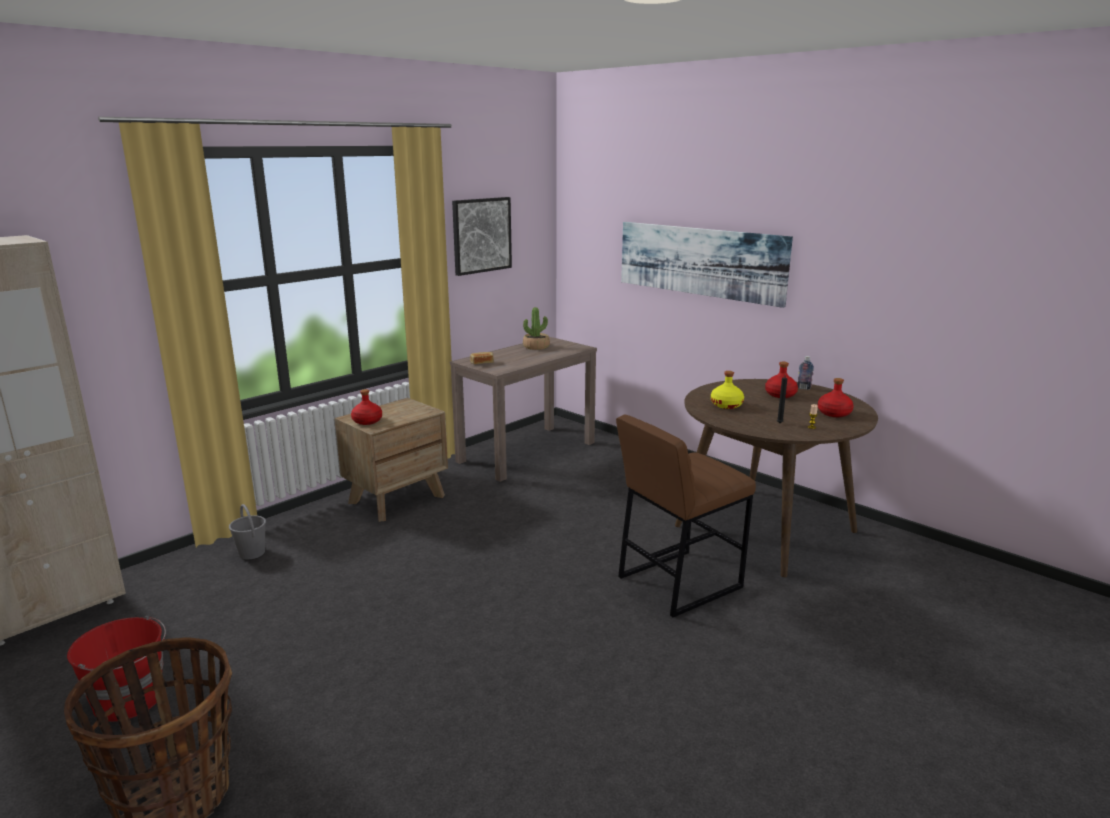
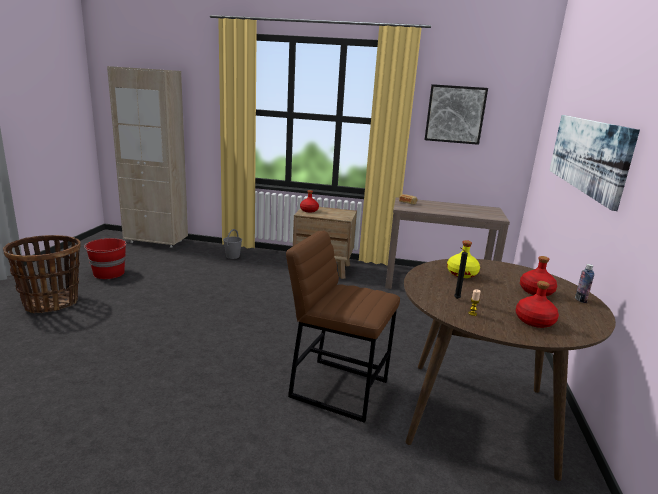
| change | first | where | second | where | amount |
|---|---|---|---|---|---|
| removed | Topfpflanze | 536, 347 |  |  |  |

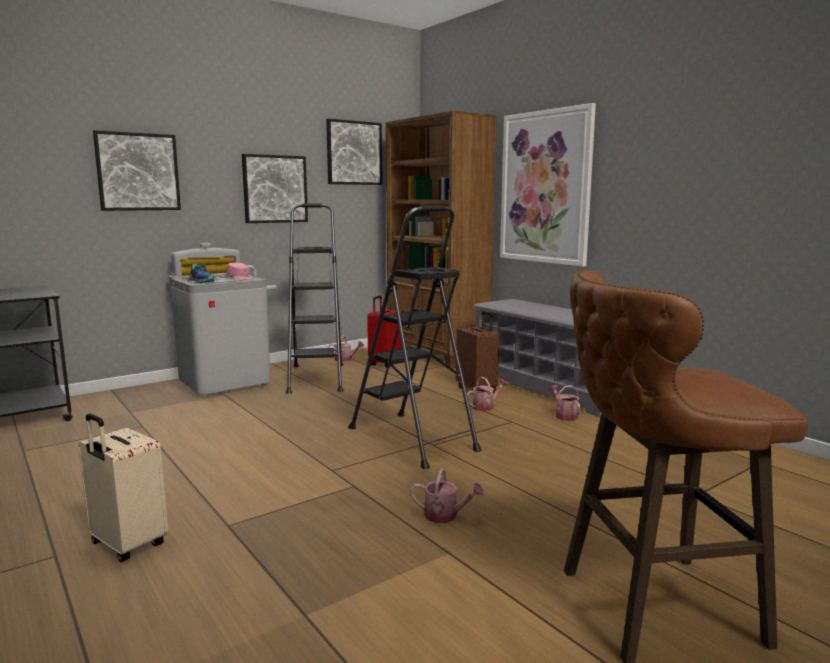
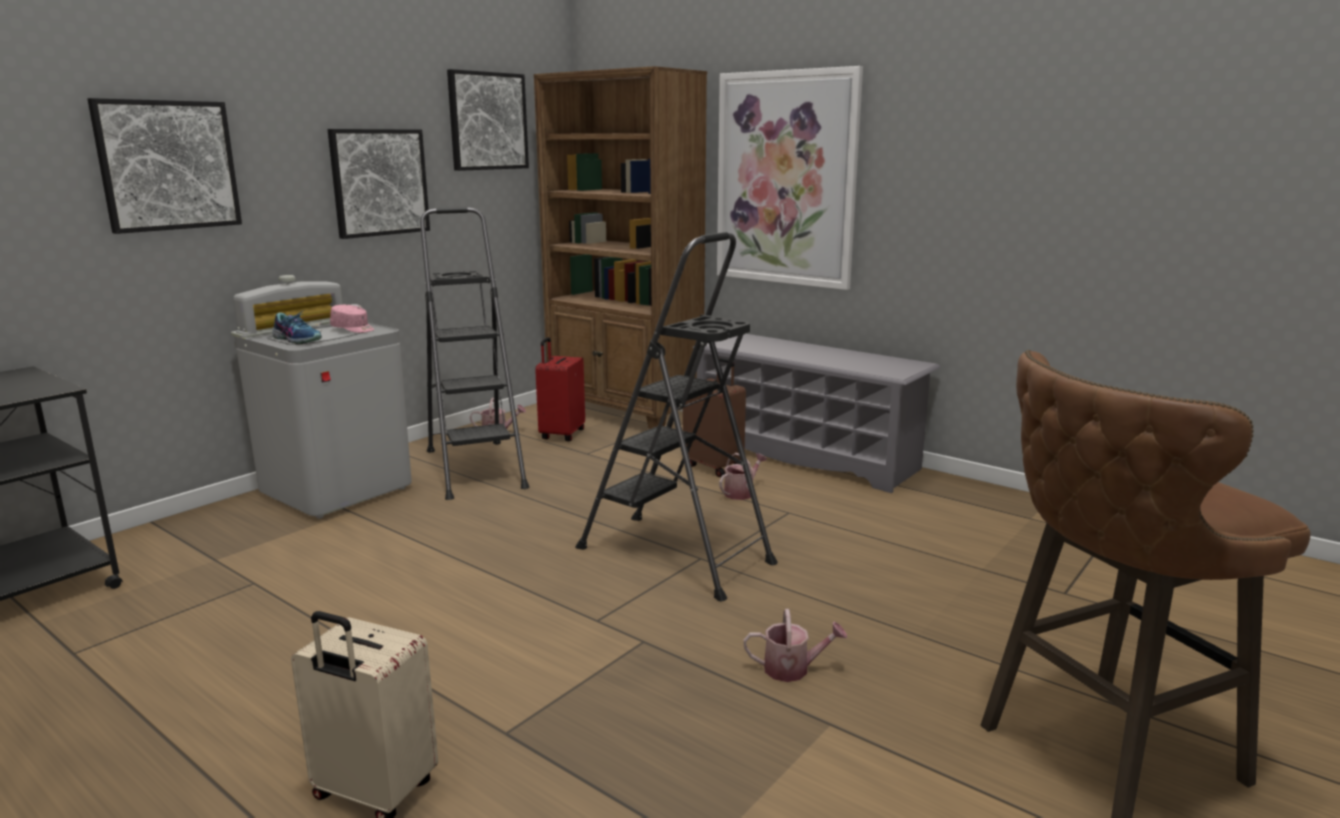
| change | first | where | second | where | amount |
|---|---|---|---|---|---|
| removed | Gießkanne | 564, 415 |  |  |  |

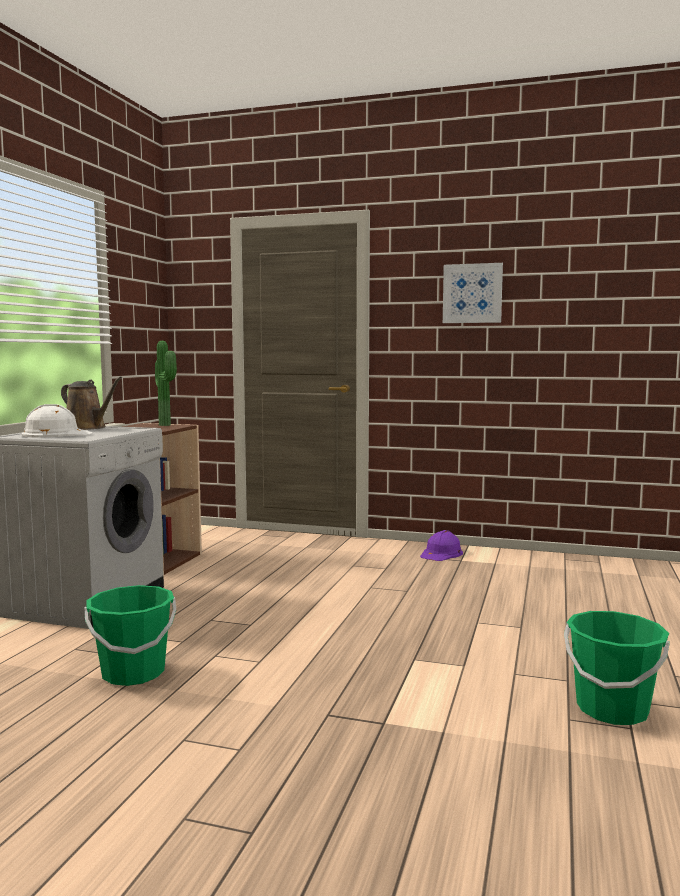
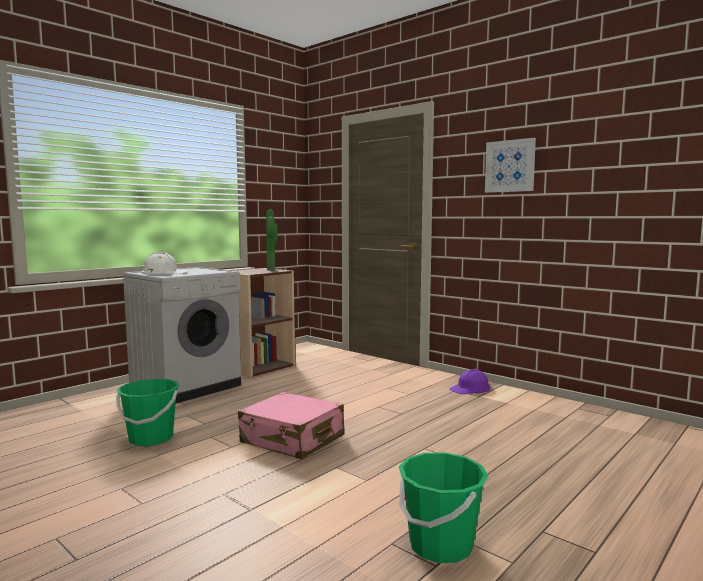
| change | first | where | second | where | amount |
|---|---|---|---|---|---|
| removed | Gießkanne [braun] | 87, 428 |  |  |  |
| added |  |  | Koffer [rosa] | 292, 439 |  |

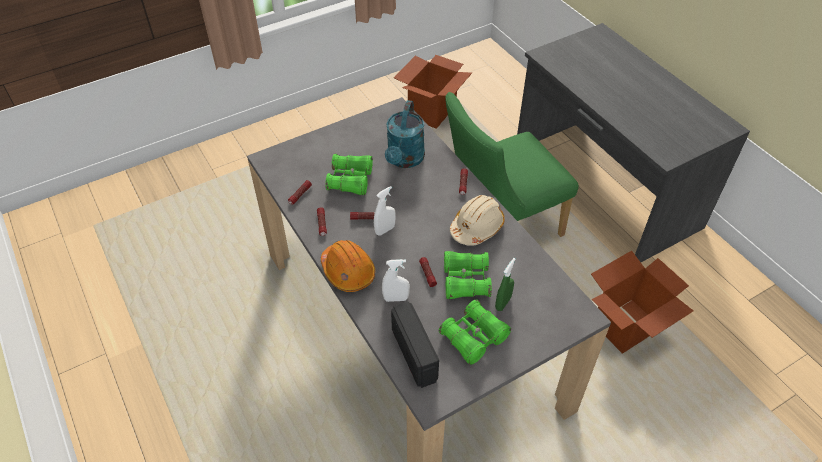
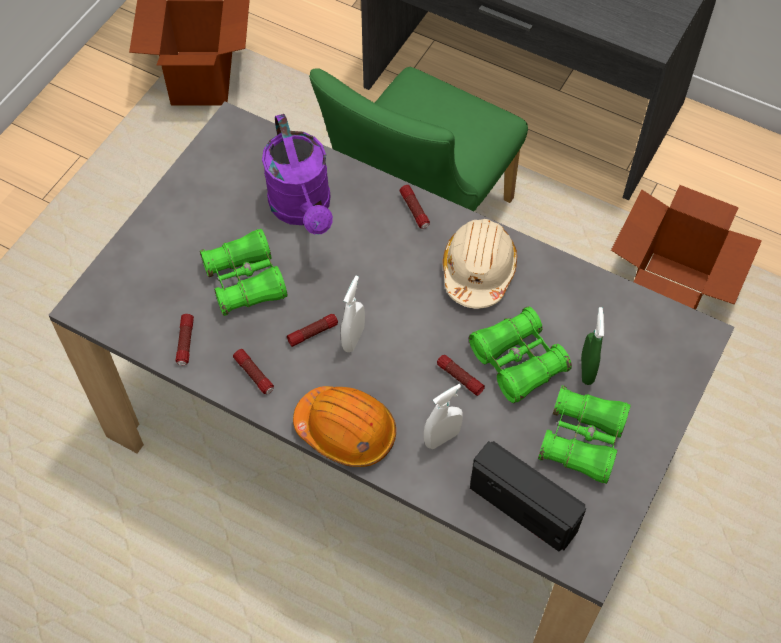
| change | first | where | second | where | amount |
|---|---|---|---|---|---|
| recoloured | Gießkanne [türkis] | 404, 160 | Gießkanne [lila] | 303, 209 |  |

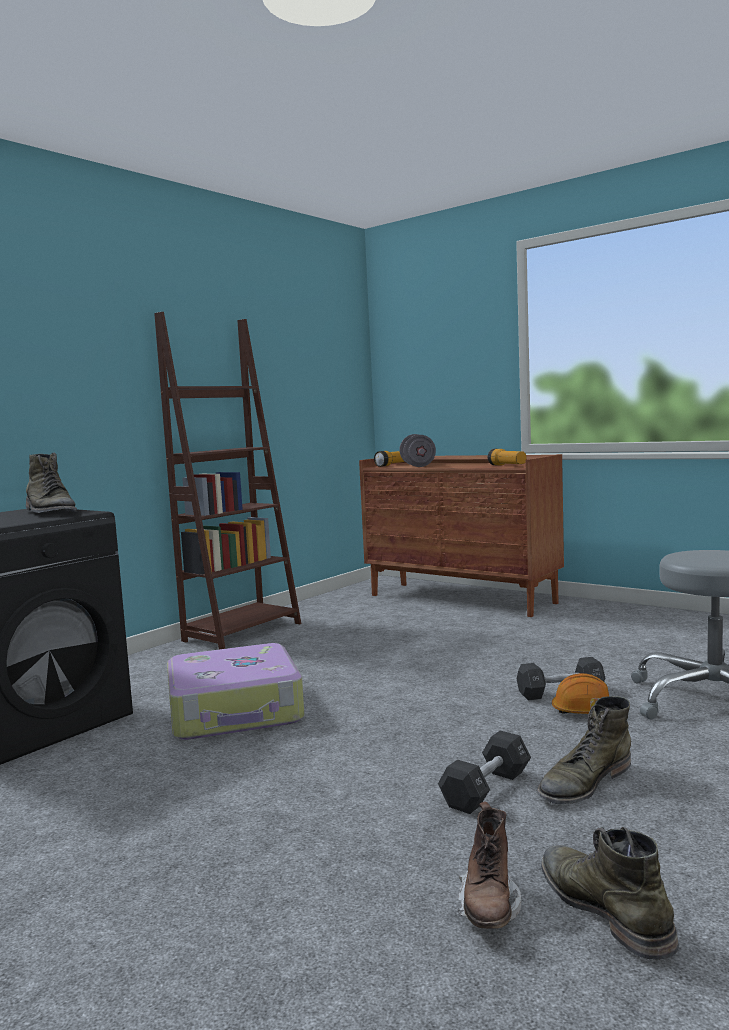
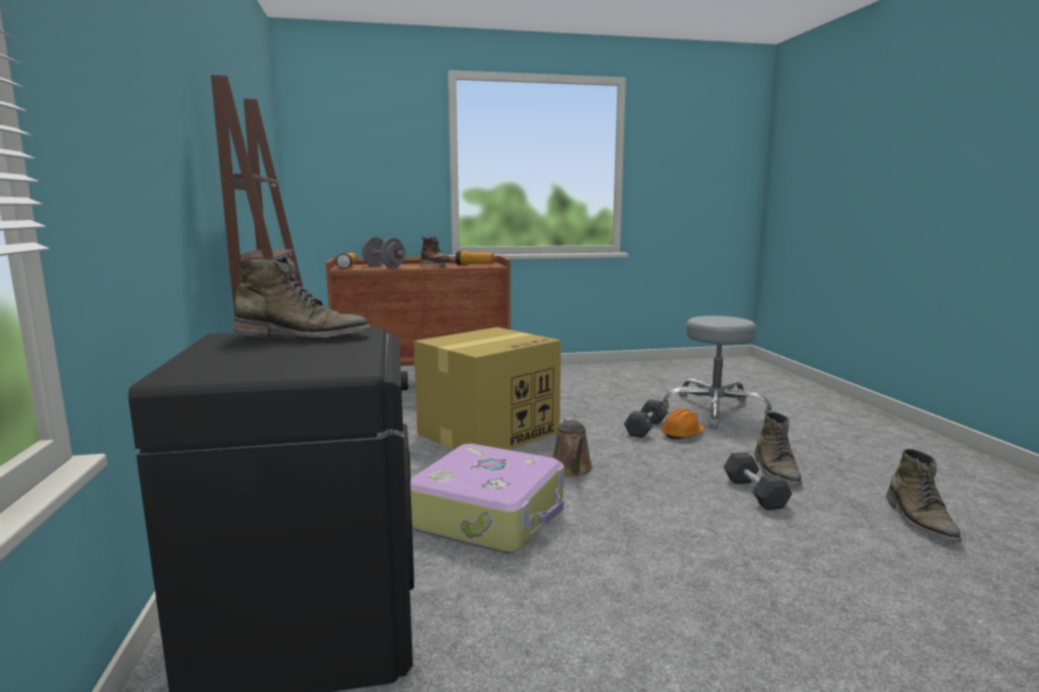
| change | first | where | second | where | amount |
|---|---|---|---|---|---|
| moved | Stiefel [braun] | 489, 908 |  | 435, 266 |  |
| turned | Stiefel [grün] | 604, 909 |  | 920, 520 | 105 degrees counterclockwise |
| added |  |  | Karton | 489, 432 |  |
| added |  |  | Gießkanne [braun] | 572, 469 |  |

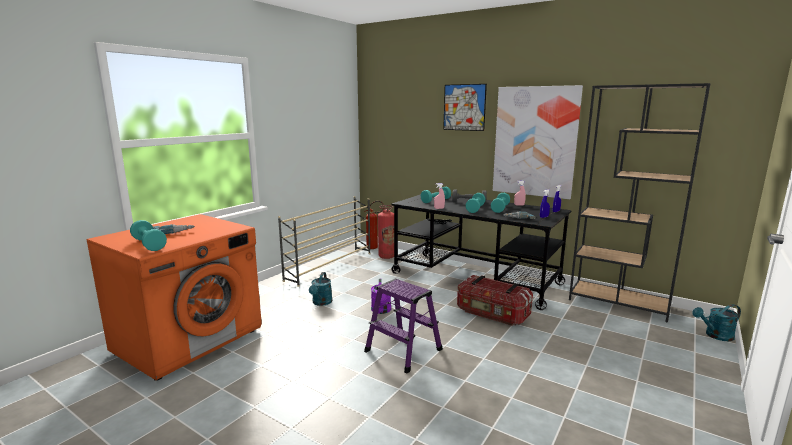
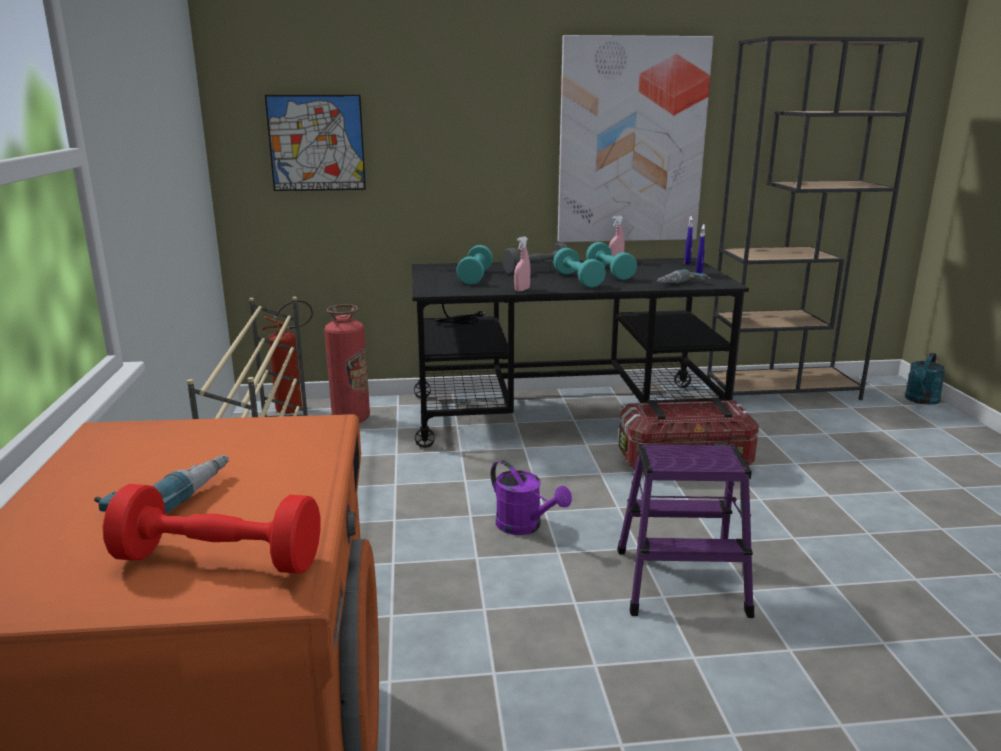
| change | first | where | second | where | amount |
|---|---|---|---|---|---|
| moved | Bild | 464, 107 |  | 316, 143 |  |
| recoloured | Hantel [türkis] | 149, 244 | Hantel [rot] | 219, 560 |  |
| removed | Gießkanne [türkis] | 321, 303 |  |  |  |

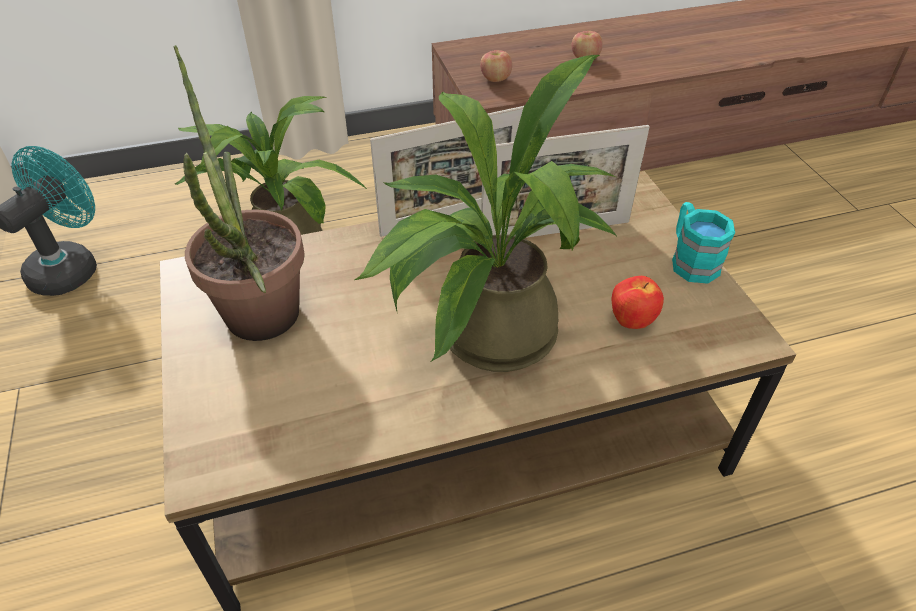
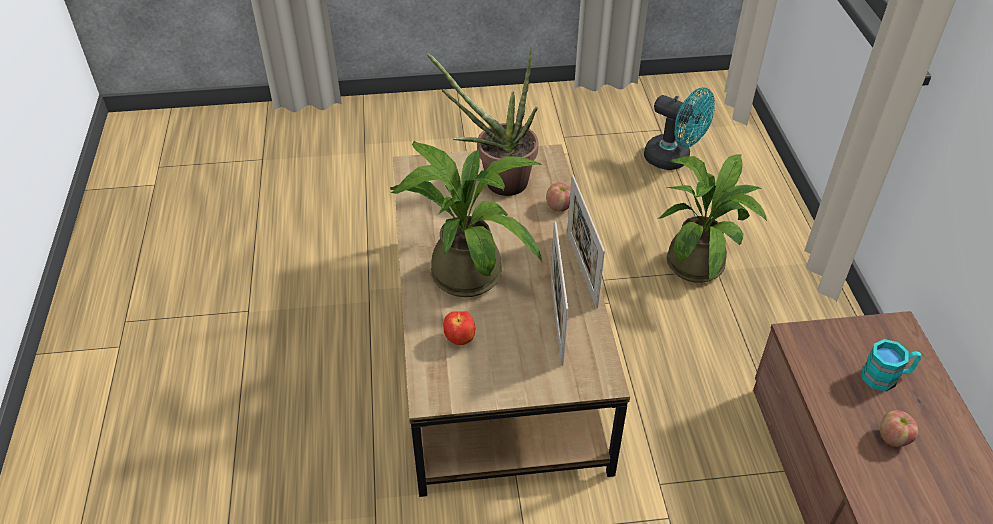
| change | first | where | second | where | amount |
|---|---|---|---|---|---|
| moved | Apfel | 495, 79 |  | 559, 206 |  |
| moved | Henkelbecher [türkis] | 690, 259 |  | 886, 376 |  |

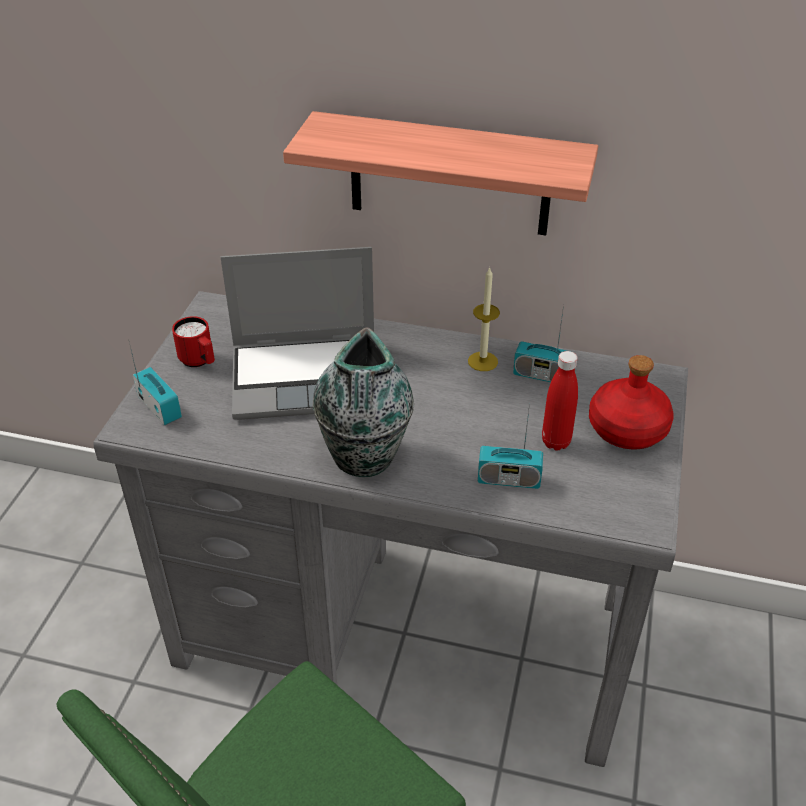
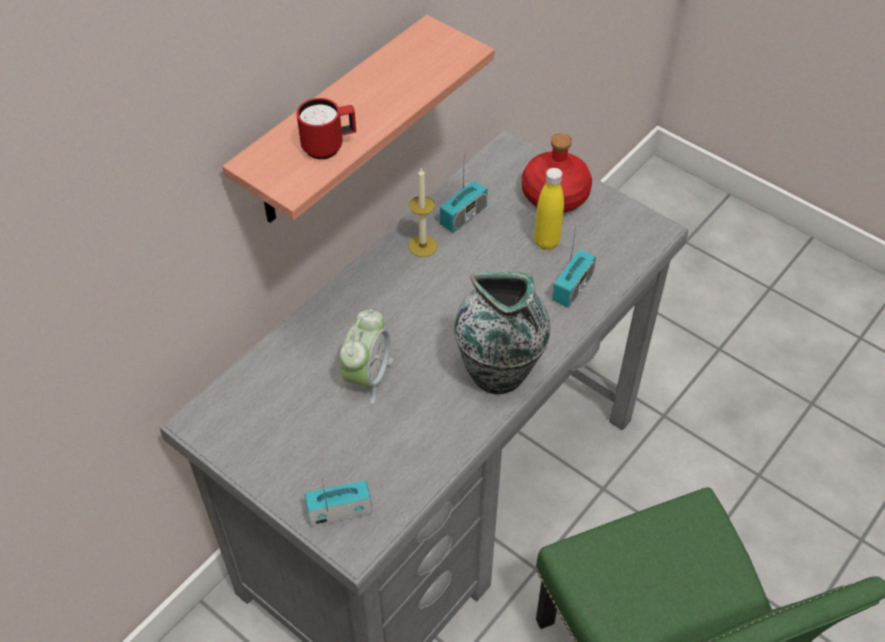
| change | first | where | second | where | amount |
|---|---|---|---|---|---|
| replaced | Laptop | 309, 377 | Wecker | 367, 376 |  |
| moved | Henkelbecher [rot] | 199, 362 |  | 329, 147 |  |
| recoloured | Flasche [rot] | 555, 442 | Flasche [gelb] | 546, 242 |  |

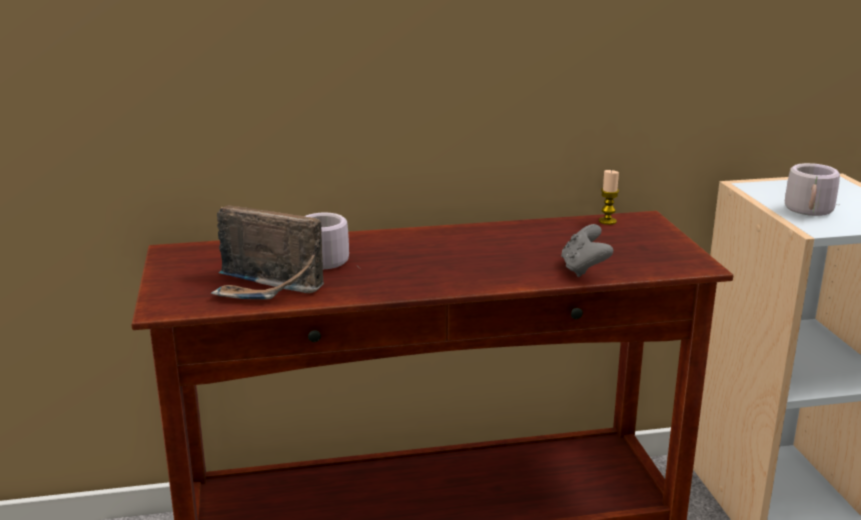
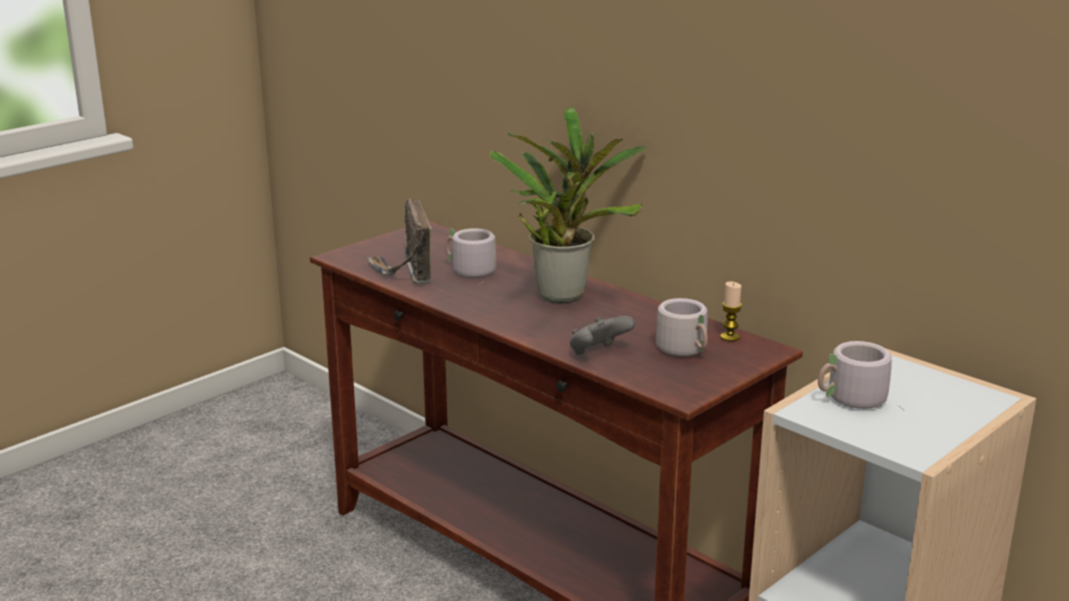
| change | first | where | second | where | amount |
|---|---|---|---|---|---|
| added |  |  | Topfpflanze | 563, 293 |  |
| added |  |  | Henkelbecher [grau] | 687, 349 |  |

